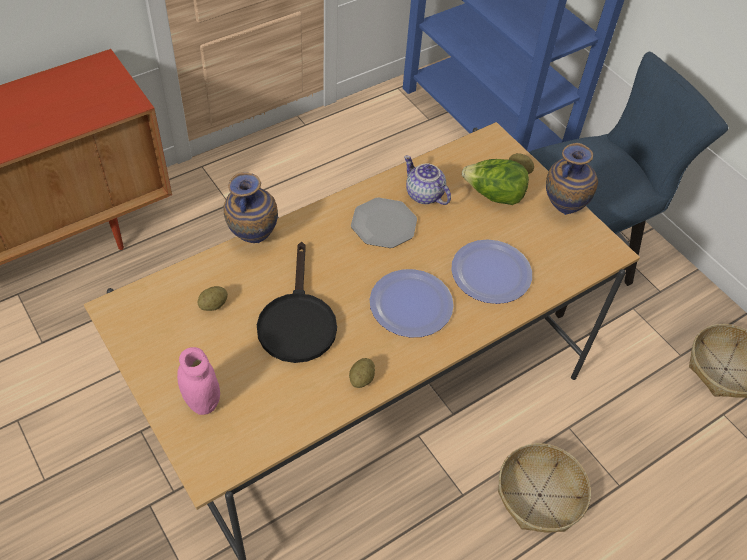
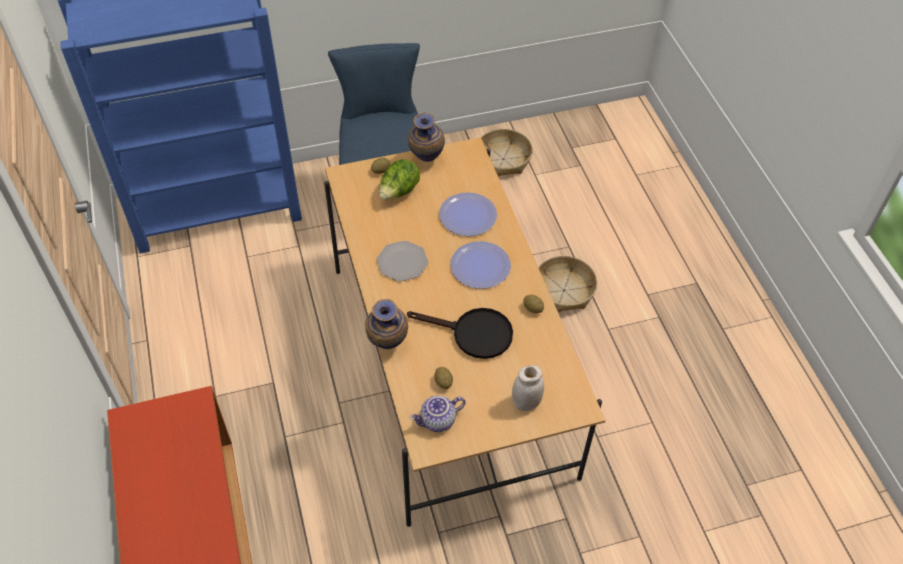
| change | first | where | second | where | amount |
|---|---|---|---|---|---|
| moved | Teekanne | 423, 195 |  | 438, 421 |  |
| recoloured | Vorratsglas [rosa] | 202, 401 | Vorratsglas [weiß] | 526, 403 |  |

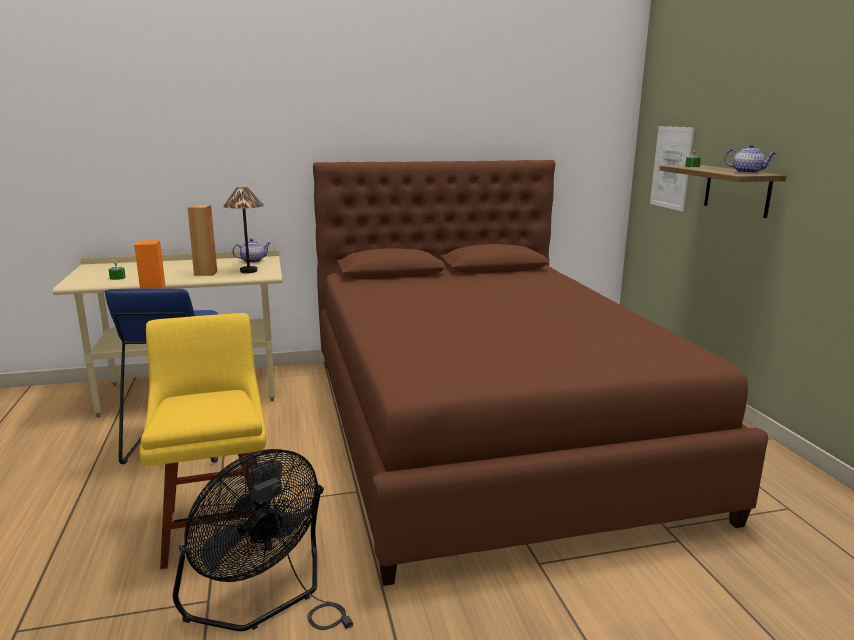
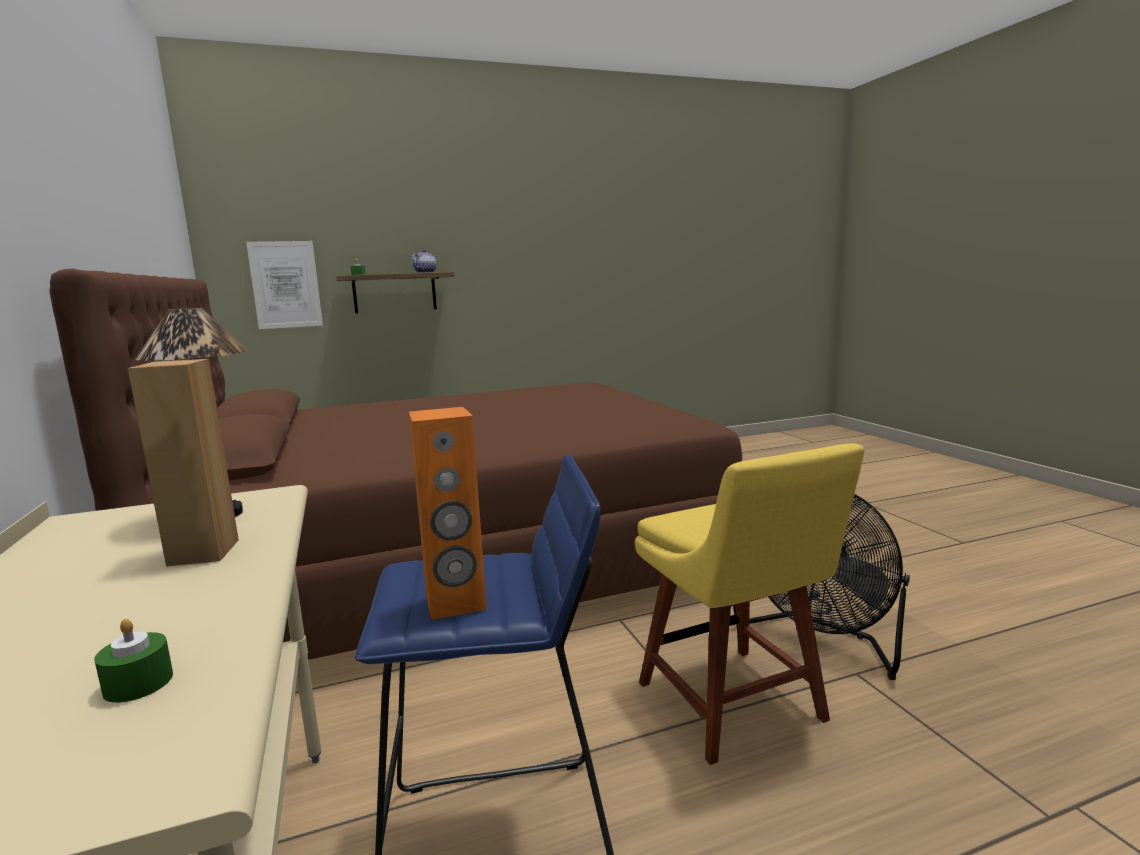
| change | first | where | second | where | amount |
|---|---|---|---|---|---|
| removed | Teekanne | 253, 261 |  |  |  |
| turned | Stuhl [gelb] | 218, 524 |  | 735, 706 | 90 degrees counterclockwise |

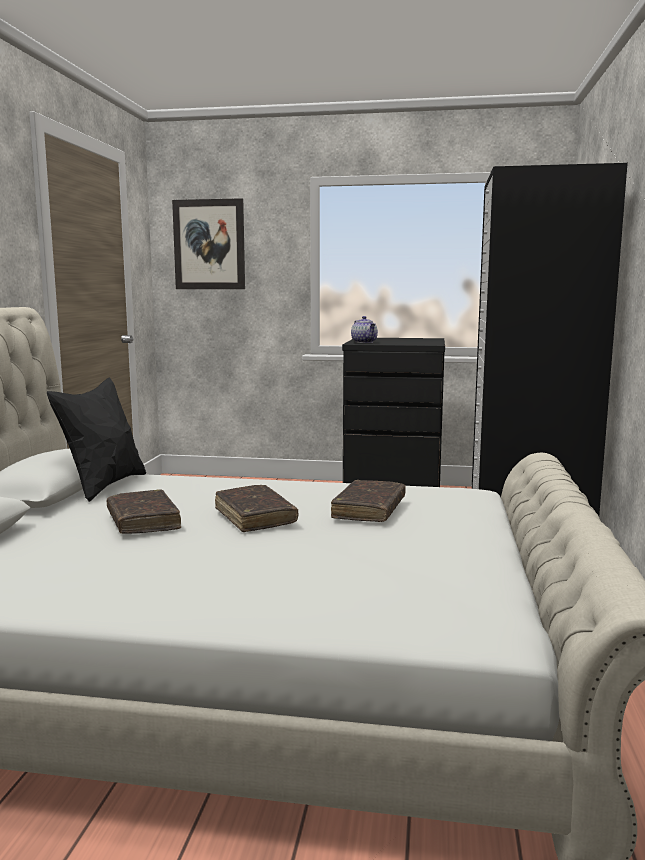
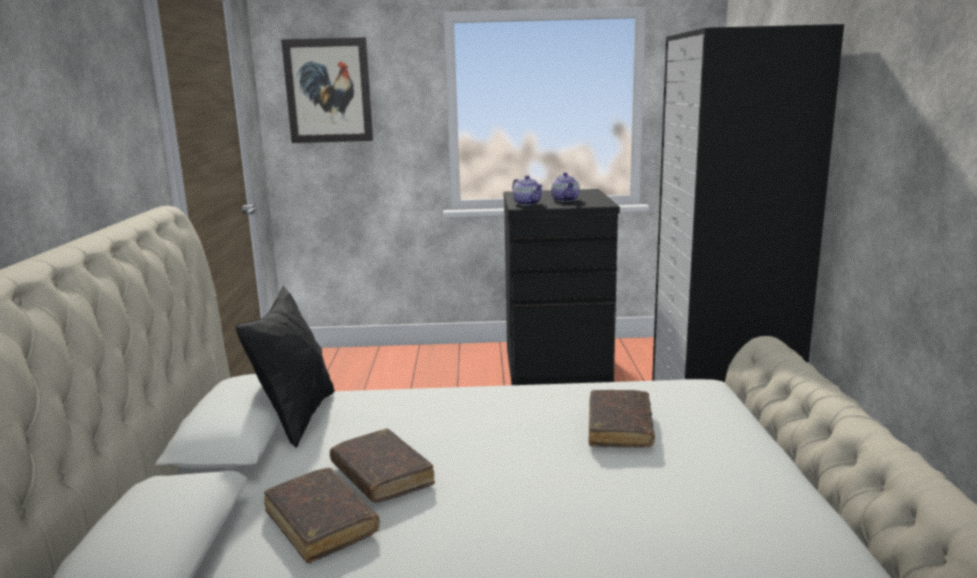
| change | first | where | second | where | amount |
|---|---|---|---|---|---|
| moved | Buch [braun] | 255, 517 |  | 321, 523 |  |
| added |  |  | Teekanne | 565, 200 |  |

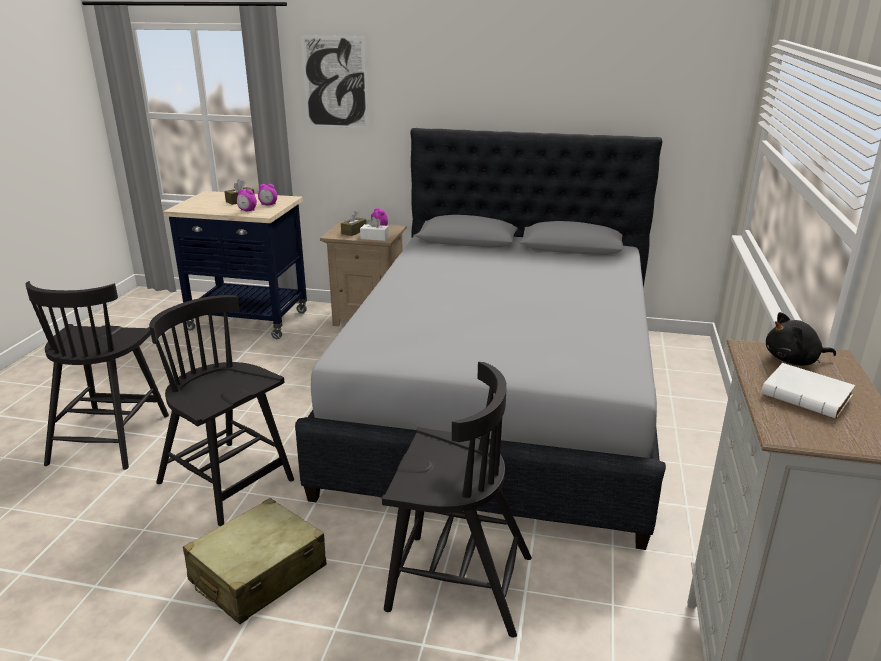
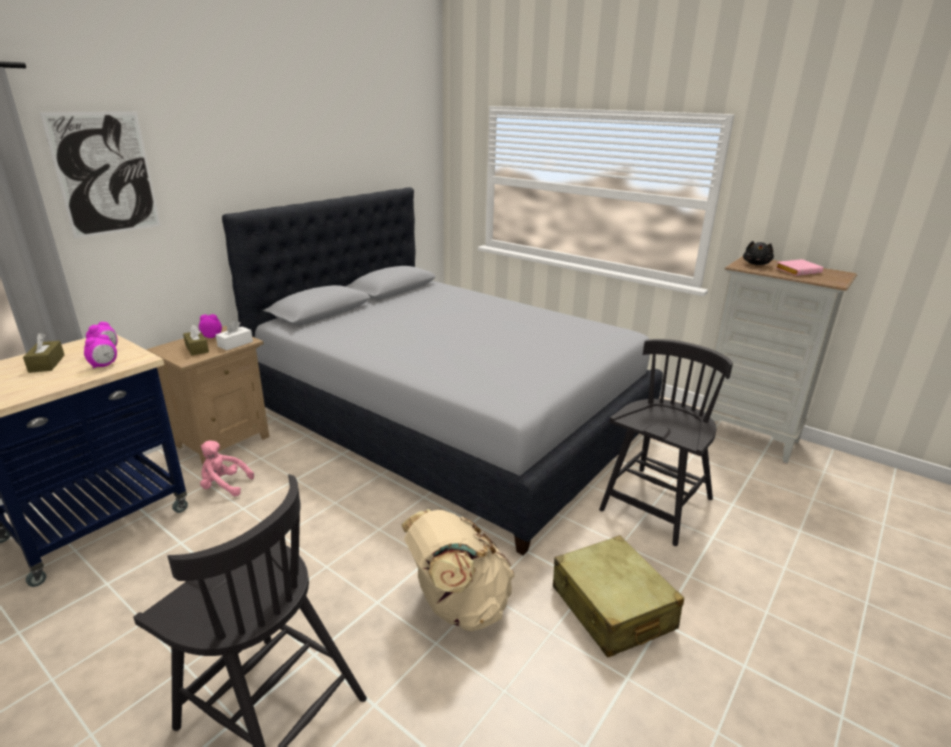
| change | first | where | second | where | amount |
|---|---|---|---|---|---|
| replaced | Stuhl [schwarz] | 227, 482 | Rucksack [beige] | 458, 605 |  |
| recoloured | Buch [weiß] | 808, 397 | Buch [rosa] | 797, 271 |  |
| added |  |  | Plüschtier [rosa] | 224, 486 |  |

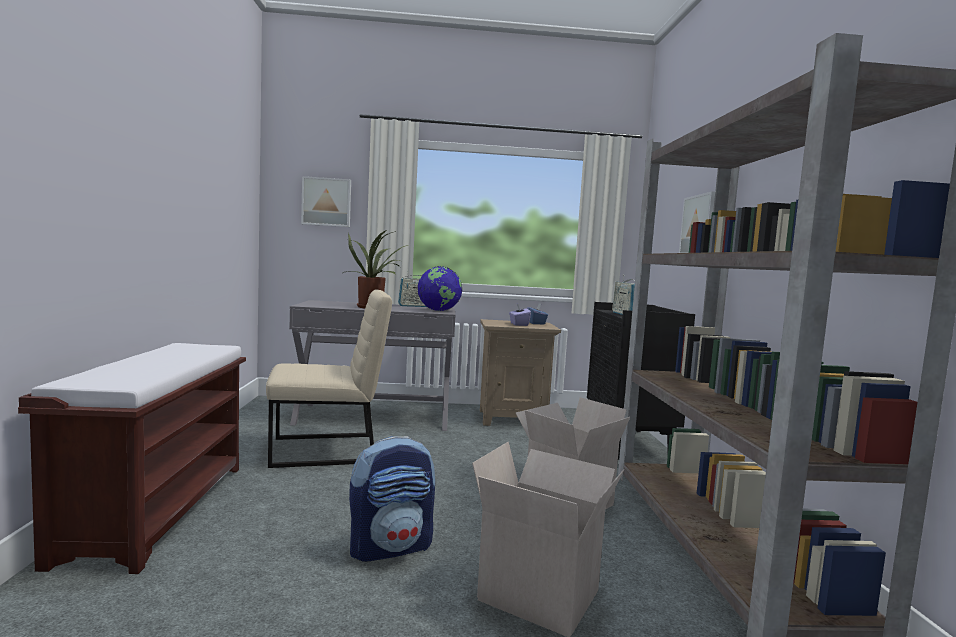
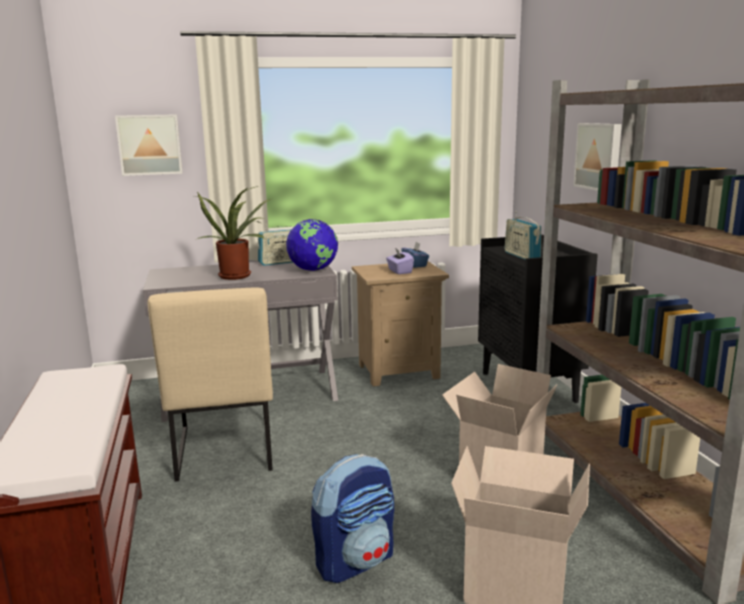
| change | first | where | second | where | amount |
|---|---|---|---|---|---|
| turned | Stuhl [beige] | 327, 450 |  | 224, 450 | 105 degrees clockwise |

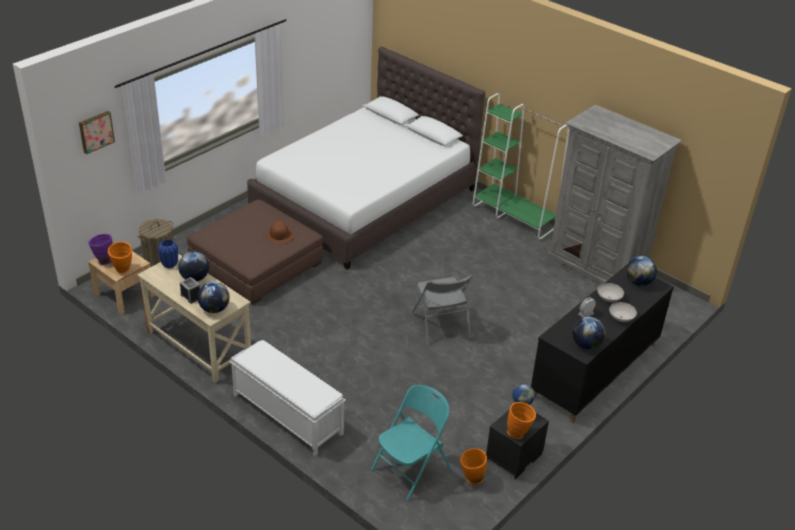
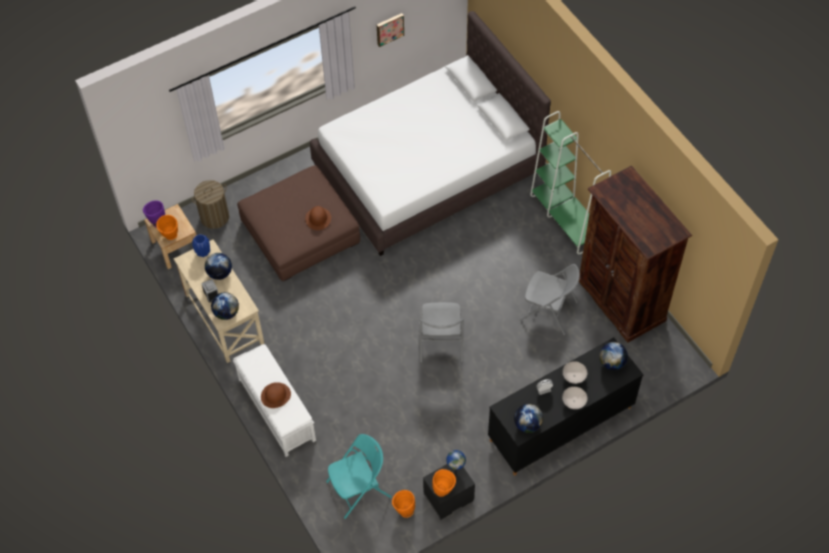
| change | first | where | second | where | amount |
|---|---|---|---|---|---|
| recoloured | Kleiderschrank [grau] | 596, 266 | Kleiderschrank [braun] | 620, 300 |  |
| moved | Bild | 95, 131 |  | 389, 29 |  |
| added |  |  | Stuhl [grau] | 548, 311 |  |
| added |  |  | Hut [braun] | 276, 395 |  |

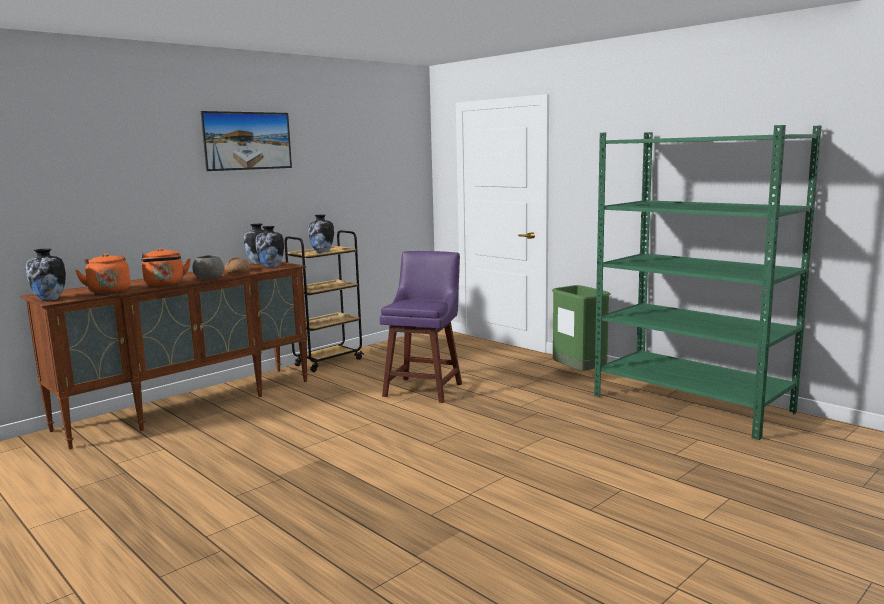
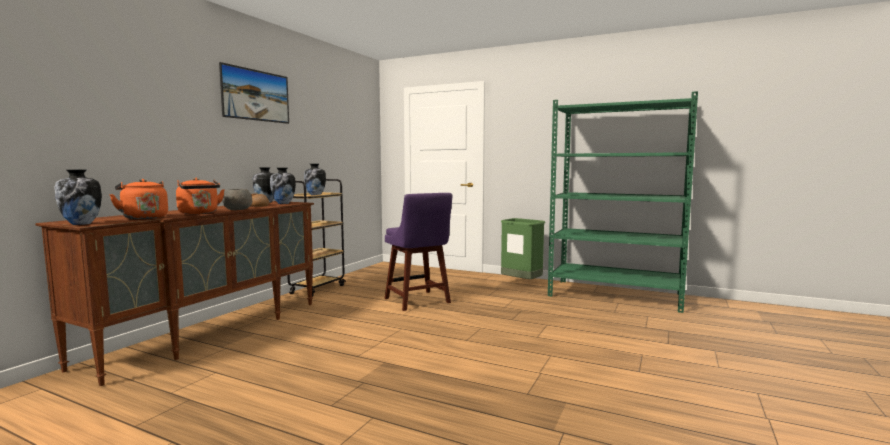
| change | first | where | second | where | amount |
|---|---|---|---|---|---|
| turned | Stuhl [lila] | 425, 388 |  | 418, 301 | 150 degrees clockwise |

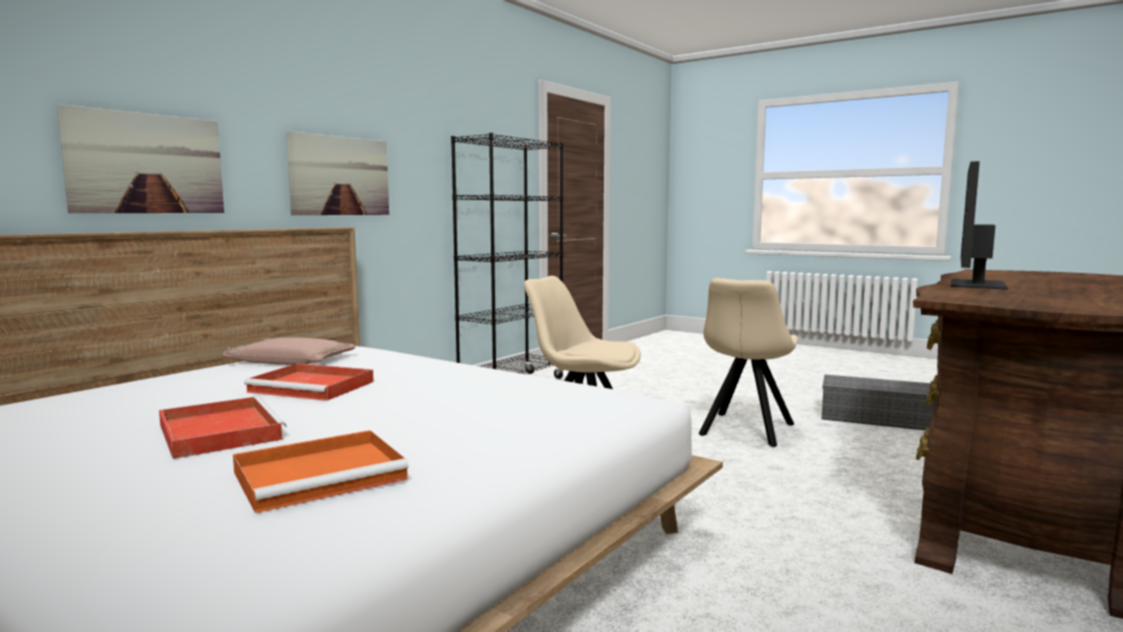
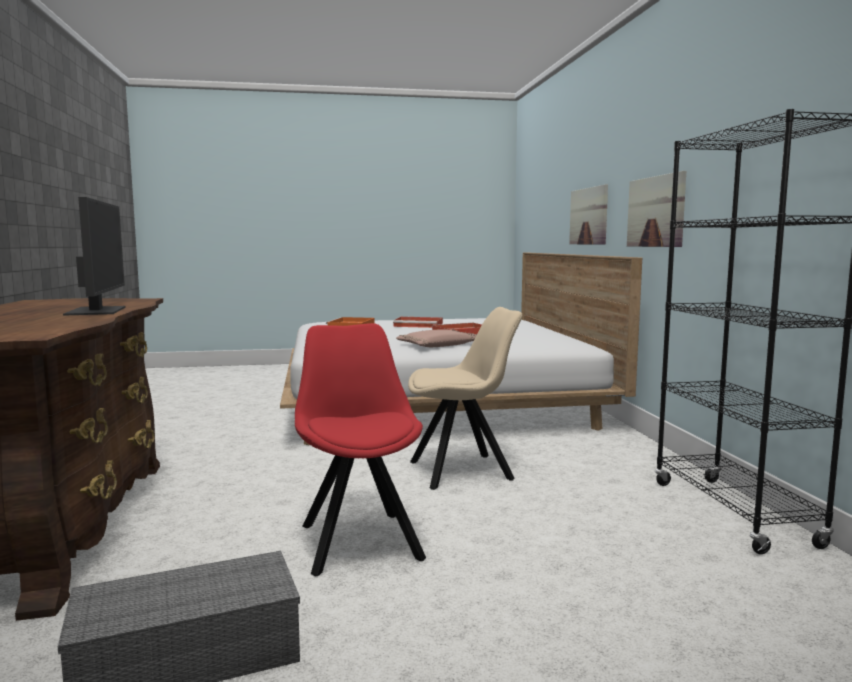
| change | first | where | second | where | amount |
|---|---|---|---|---|---|
| recoloured | Stuhl [beige] | 746, 430 | Stuhl [rot] | 359, 542 |  |
| moved | Kissen [beige] | 291, 360 |  | 437, 344 |  |

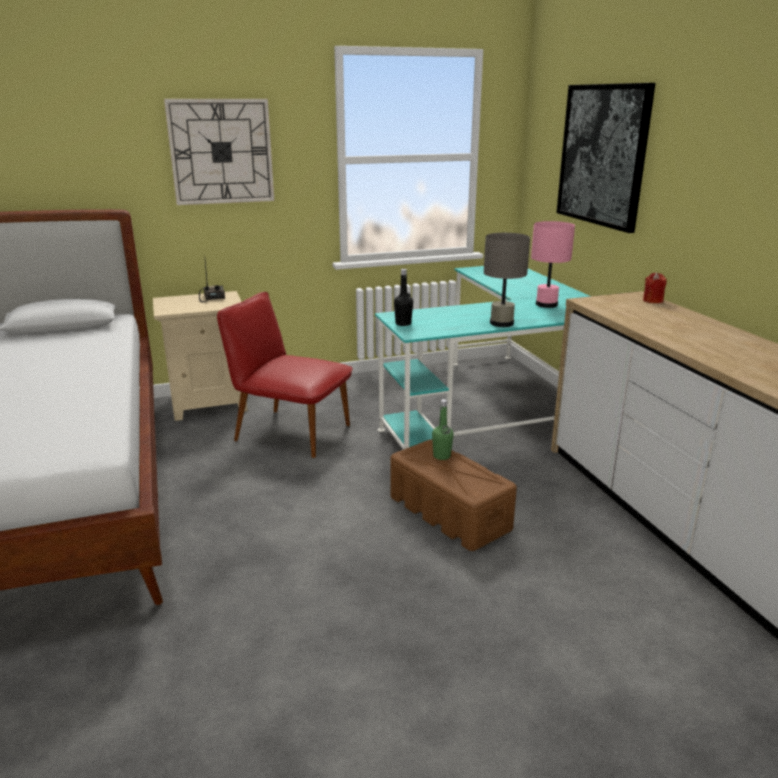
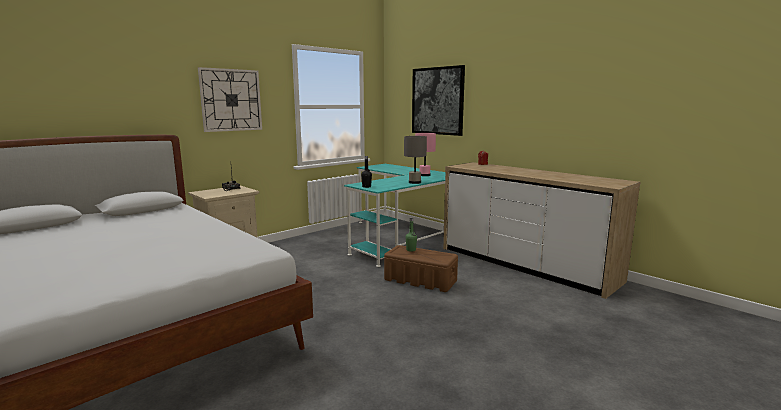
| change | first | where | second | where | amount |
|---|---|---|---|---|---|
| removed | Stuhl [rot] | 293, 432 |  |  |  |

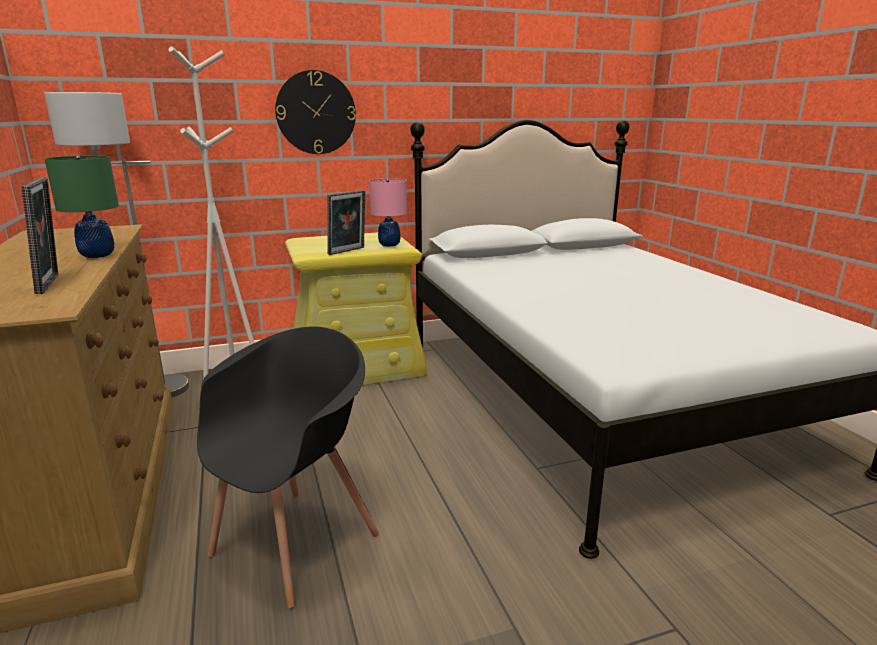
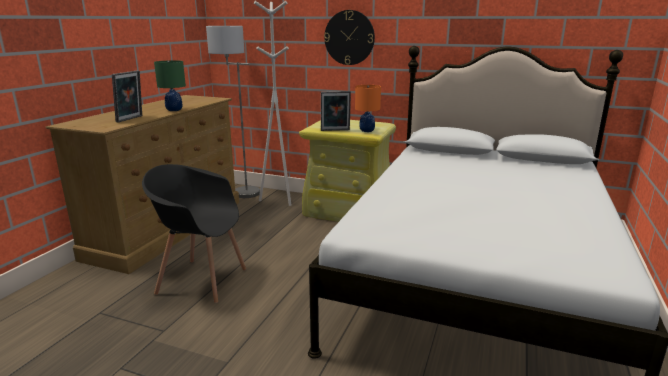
| change | first | where | second | where | amount |
|---|---|---|---|---|---|
| recoloured | Tischlampe [rosa] | 390, 245 | Tischlampe [orange] | 367, 131 |  |
| turned | Stuhl [schwarz] | 296, 543 |  | 201, 280 | 150 degrees counterclockwise |

